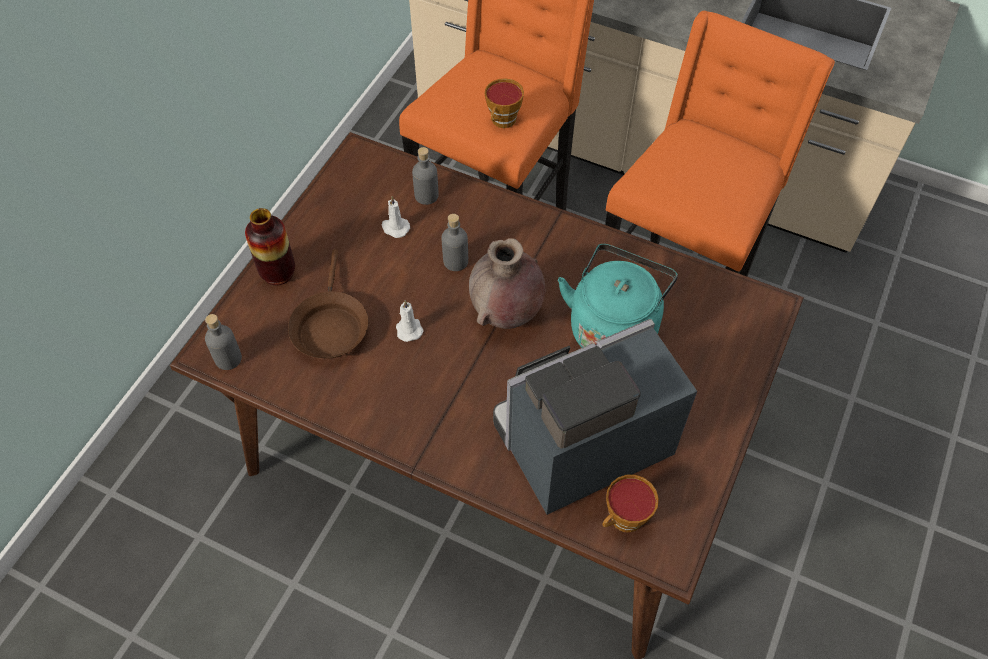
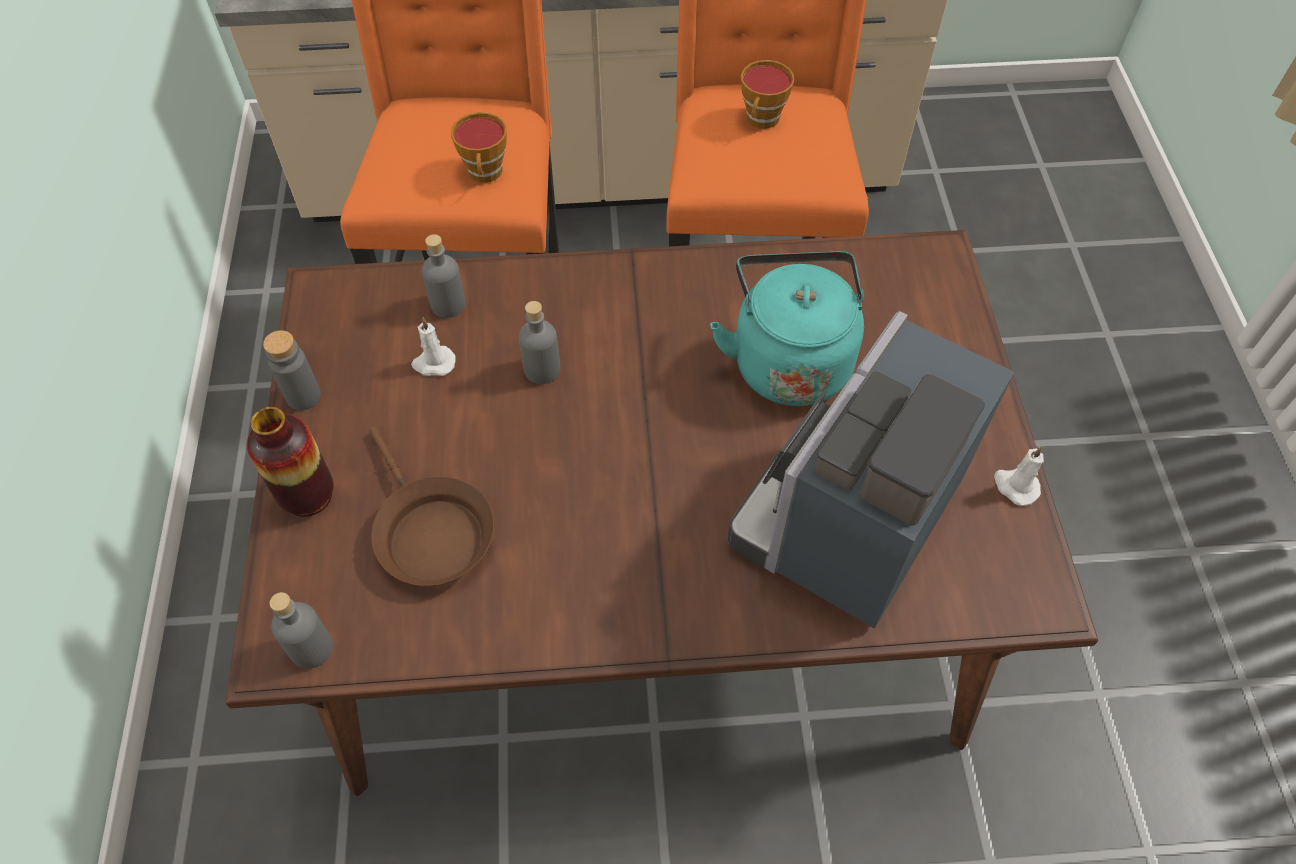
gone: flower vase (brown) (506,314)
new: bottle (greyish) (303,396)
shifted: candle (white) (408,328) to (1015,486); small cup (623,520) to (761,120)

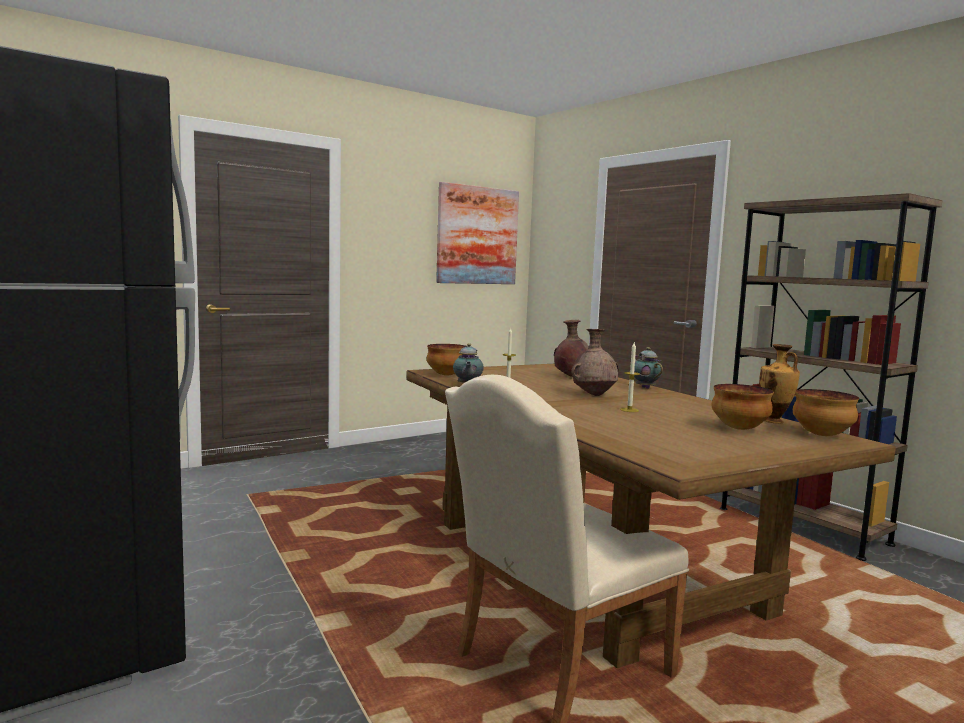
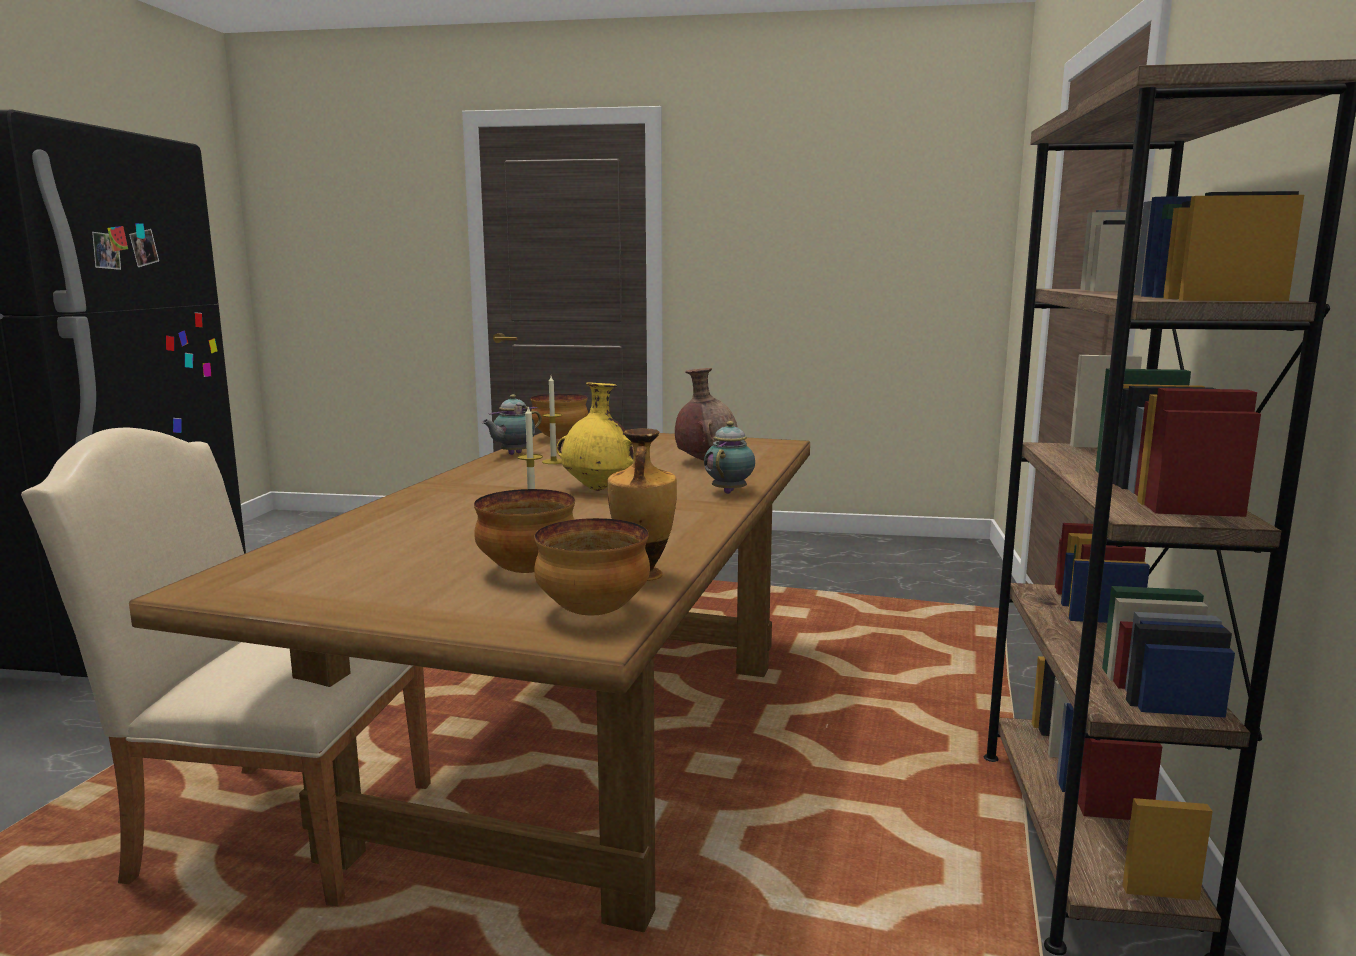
gone: picture (477,235)
repainted: flower vase (brown) (594,395) to flower vase (yellowish) (599,489)

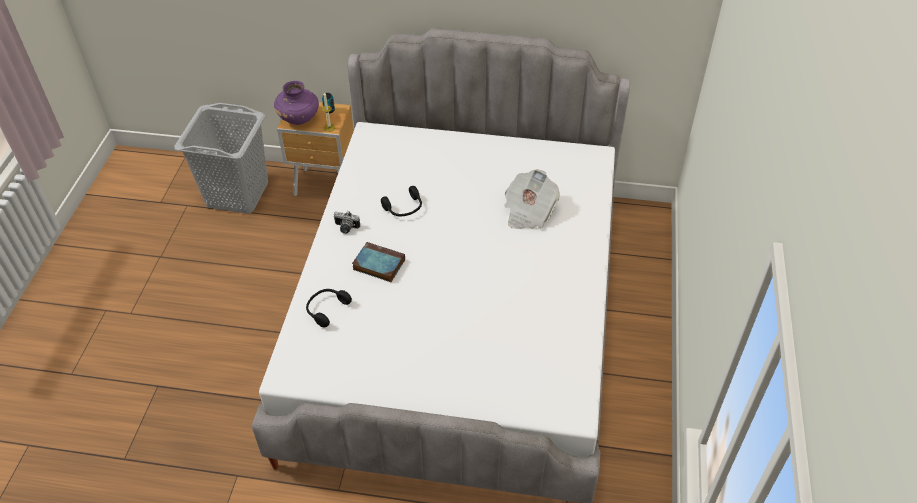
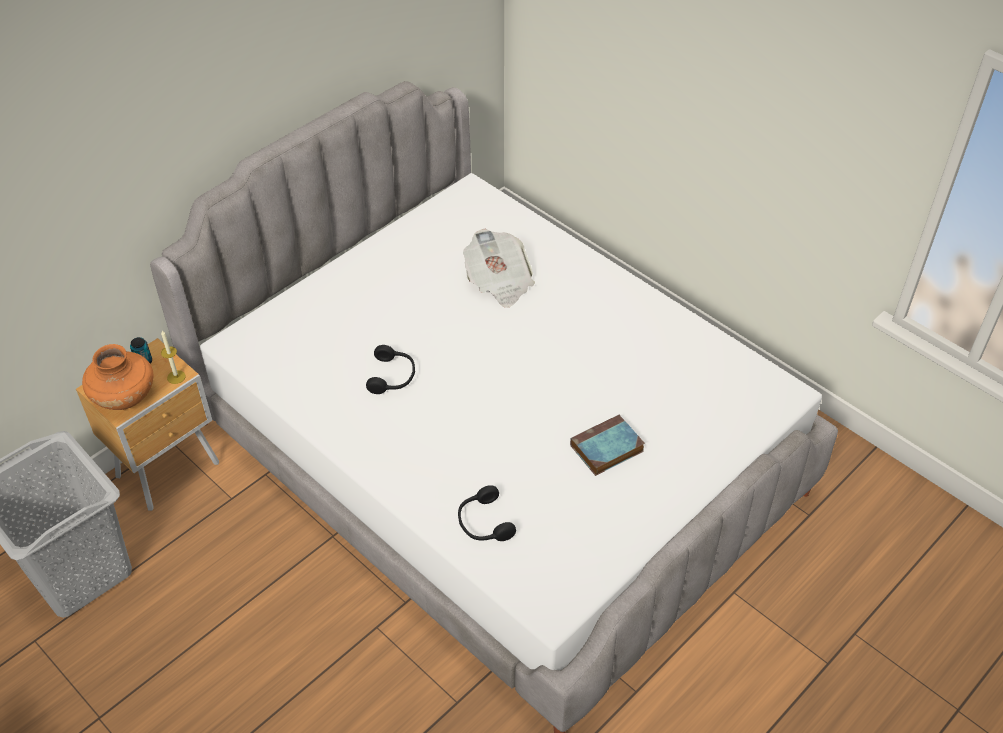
gone: still camera (346,228)
shifted: book (377,264) to (606,449)
repainted: flower vase (purple-coloured) (299,118) to flower vase (orange) (124,397)

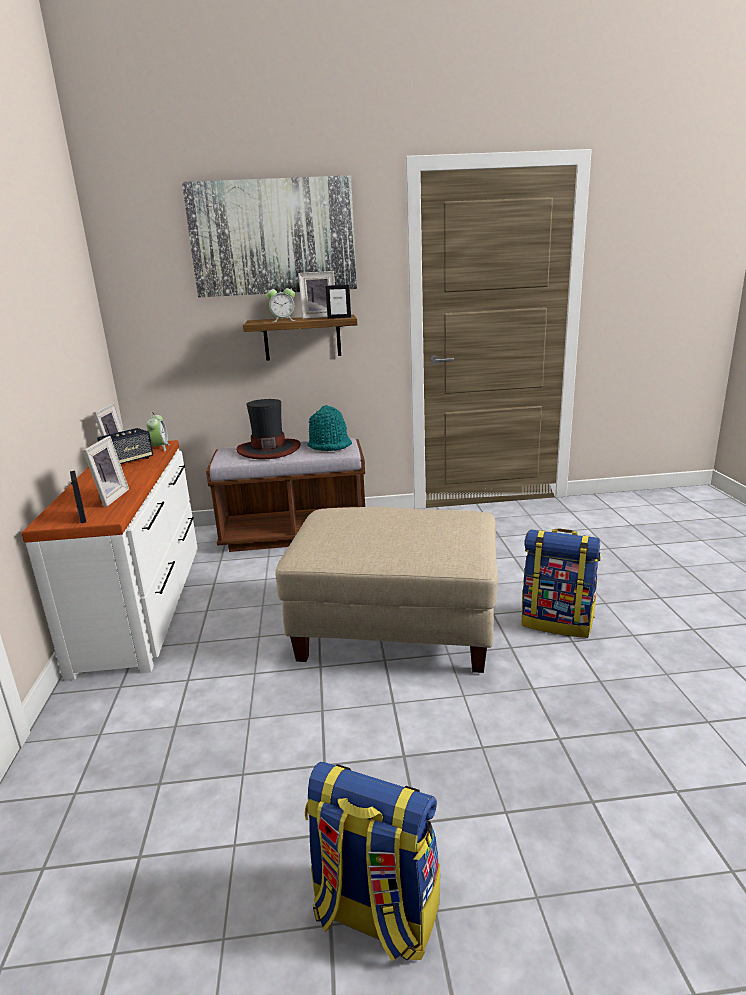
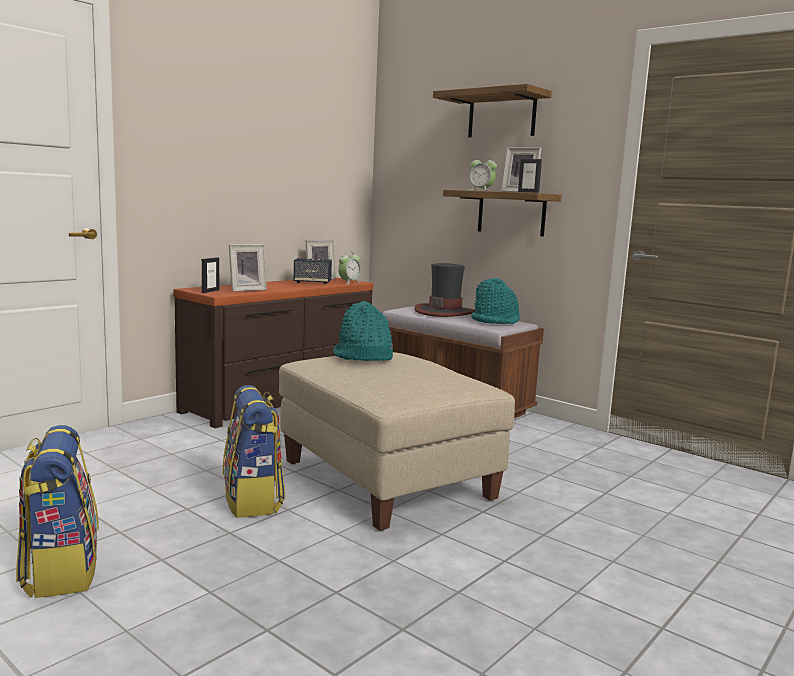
new: clothing hat (turquoise) (362,356)
shifted: knapsack (557,622) to (253,500)
swapped: picture (273,237) to bracket shelf (501,115)
repainted: drawer chest (white) (144,604) to drawer chest (brown) (281,400)

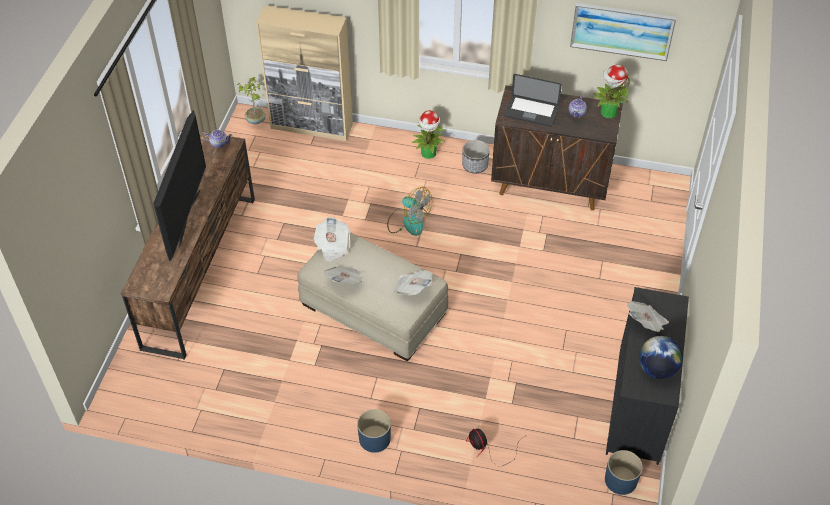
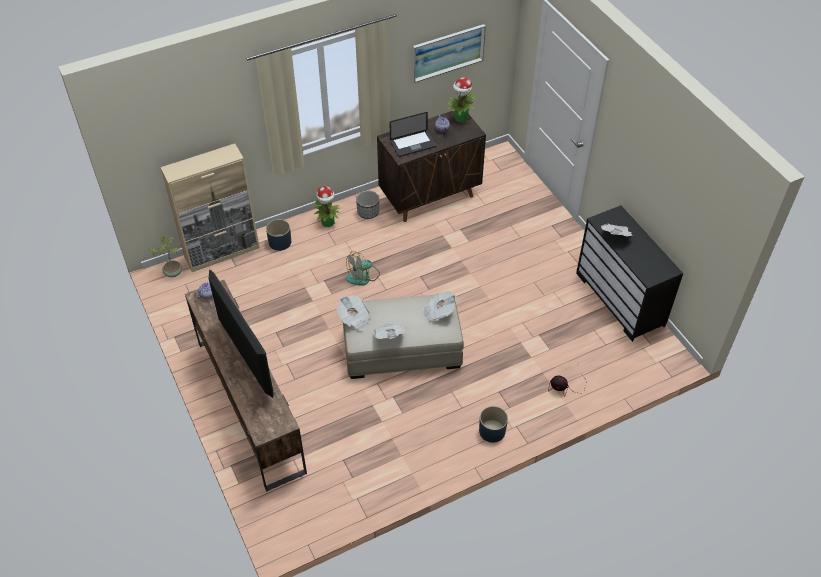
gone: globe (657,369)
shifted: planter (blue) (620,480) to (280,242)
rotated: electric fan (408,221) = (363,276) 150 degrees clockwise

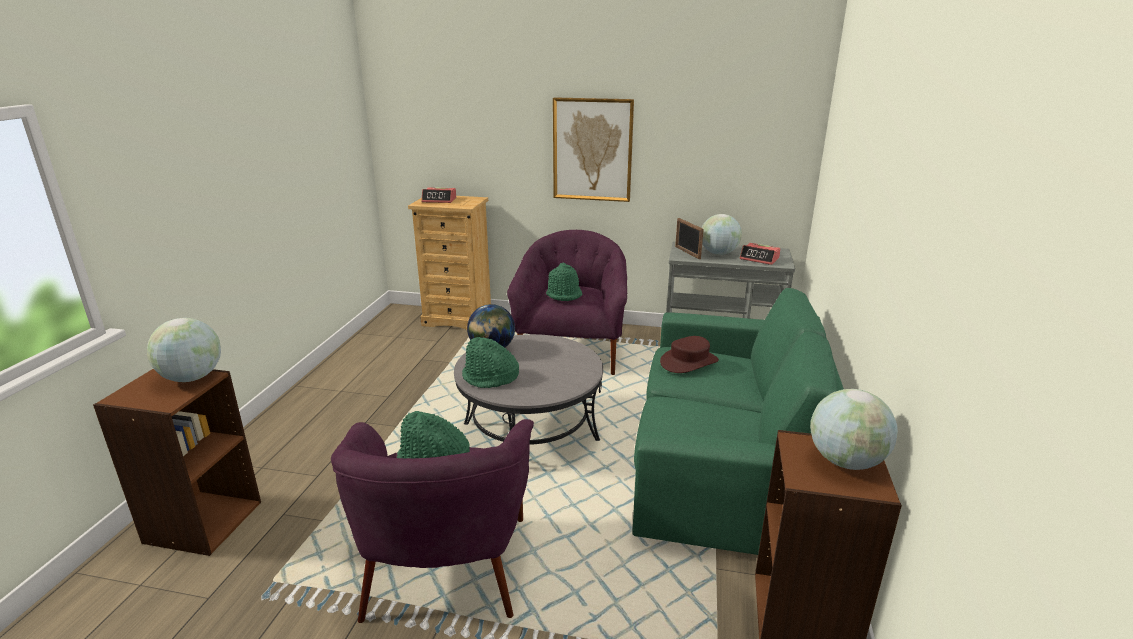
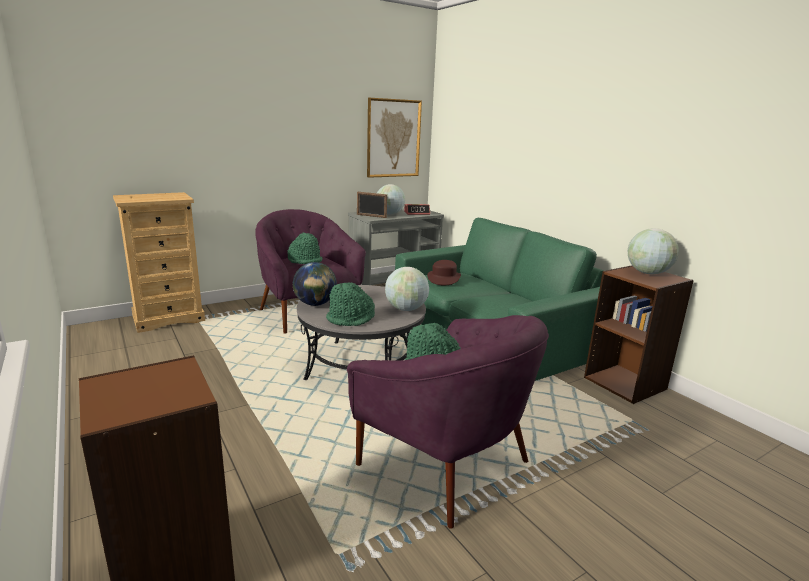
gone: bedside clock (439,200)
shifted: picture (592,150) to (393,138); globe (192,378) to (406,309)

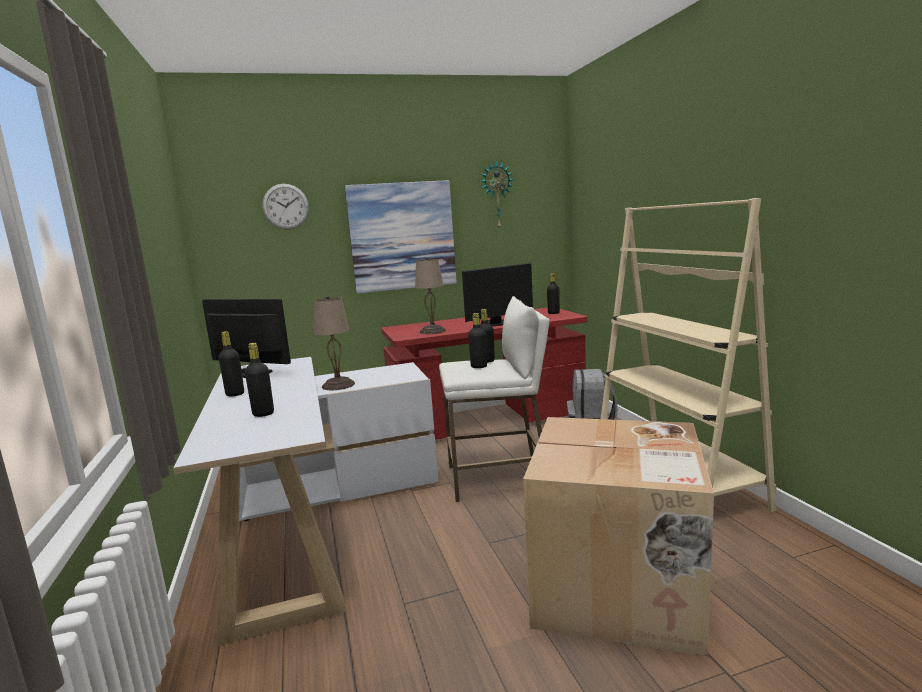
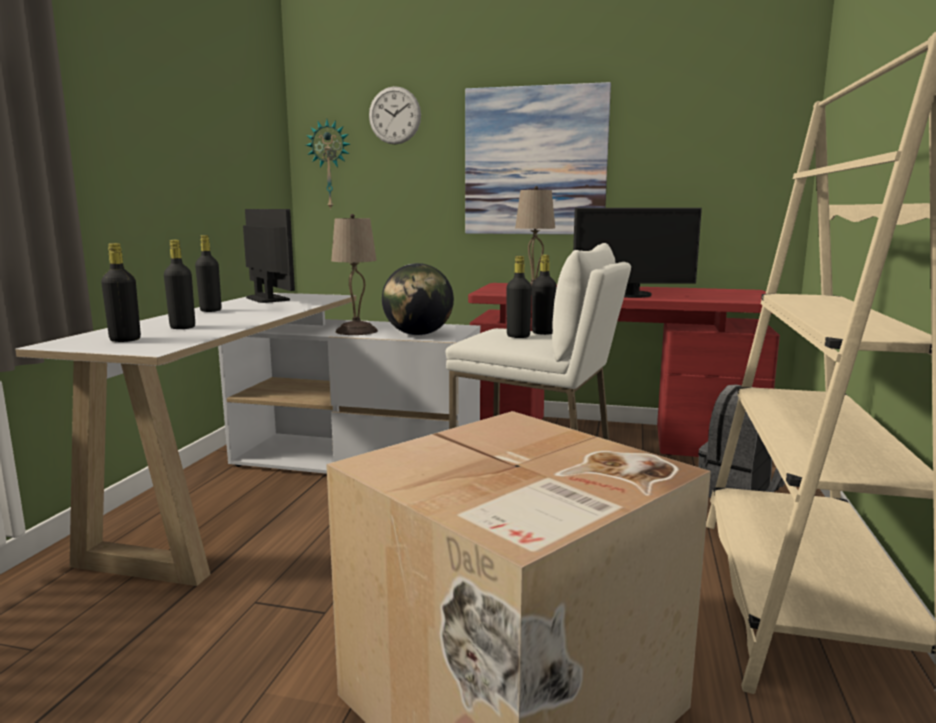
new: globe (418,334)
shifted: clock on the wall (496,196) to (330,165); bottle (black-coloured) (553,313) to (125,340)

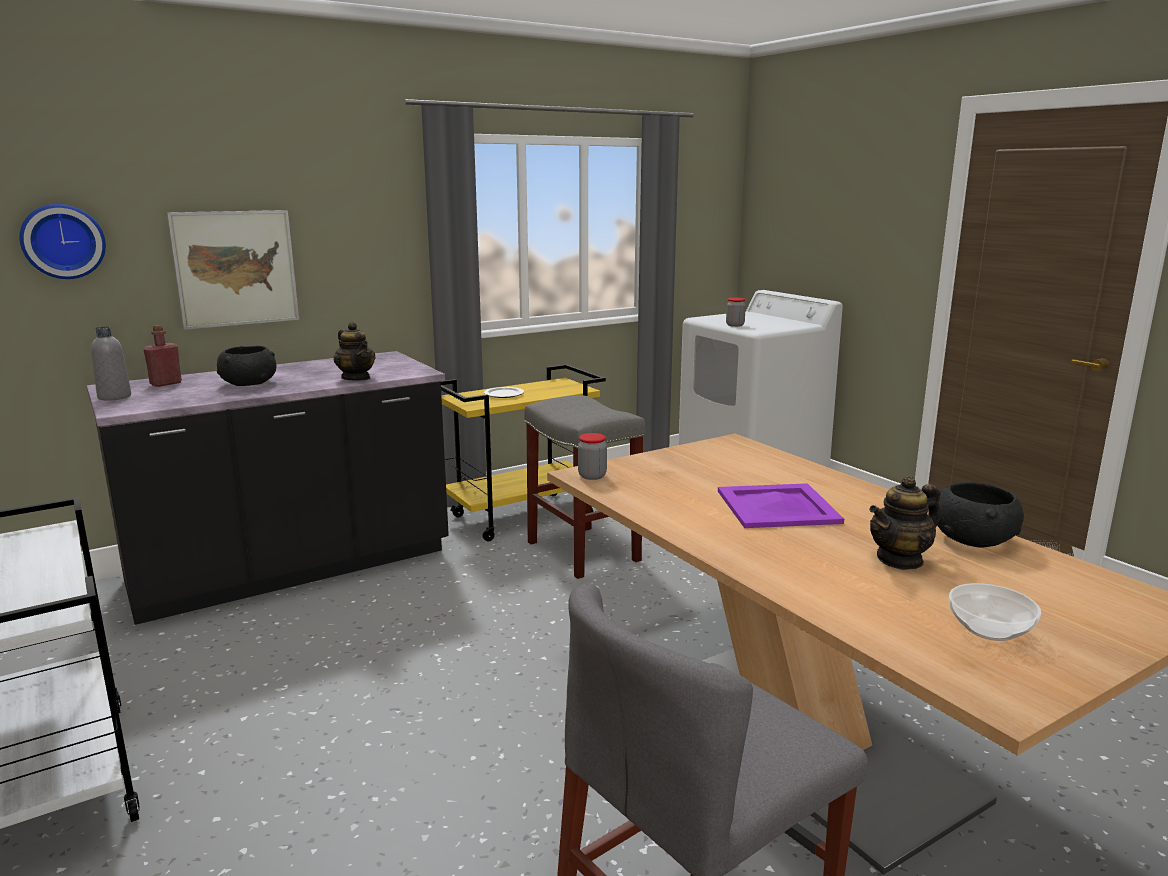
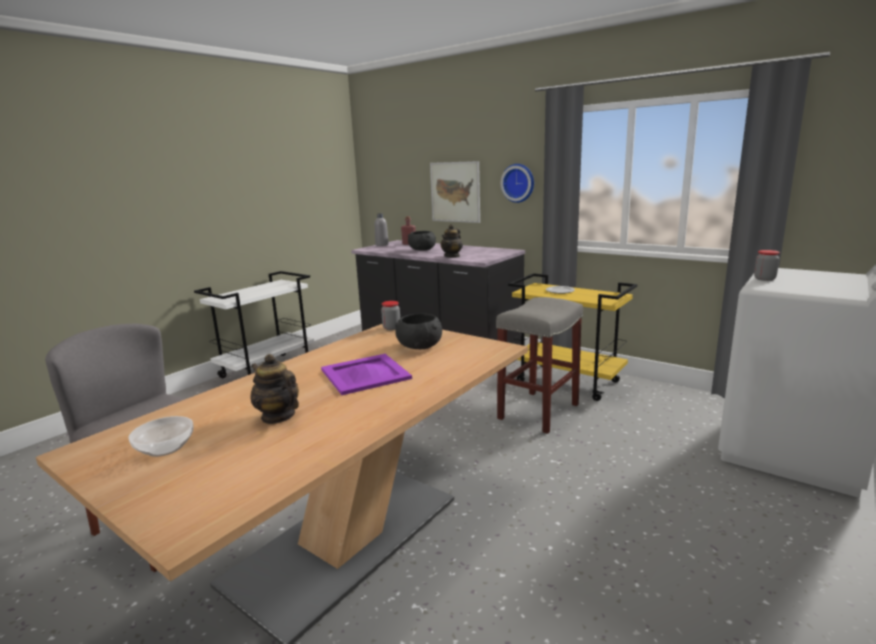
shifted: clock on the wall (63,241) to (518,183); deep dish (black-coloured) (973,539) to (419,346)

